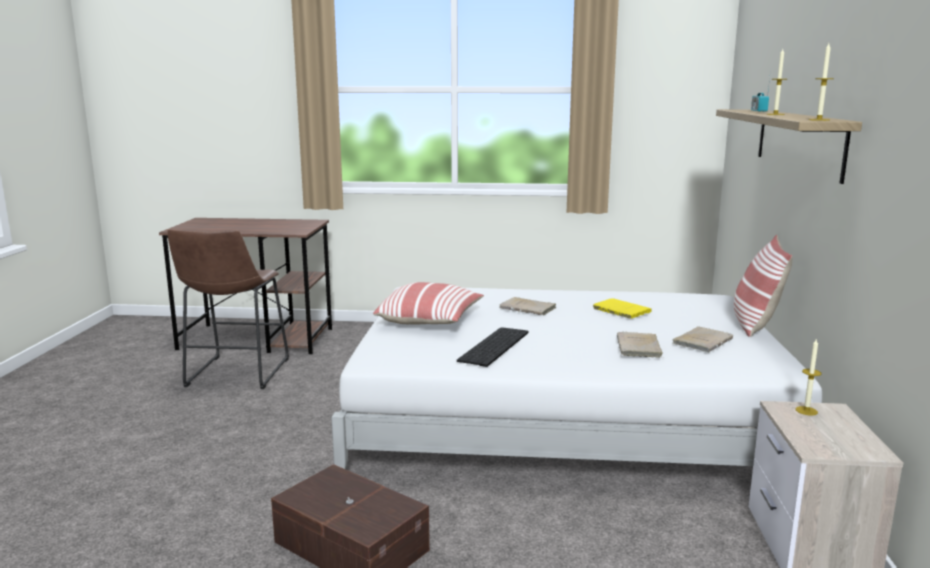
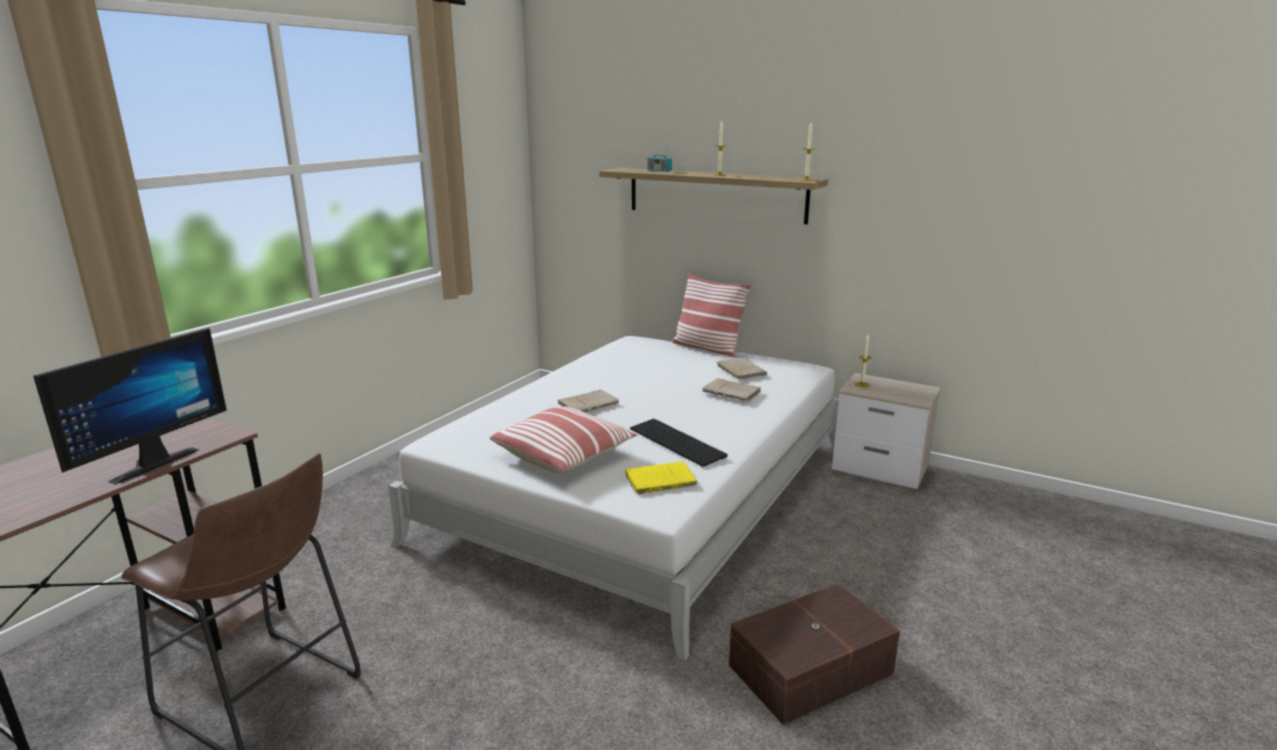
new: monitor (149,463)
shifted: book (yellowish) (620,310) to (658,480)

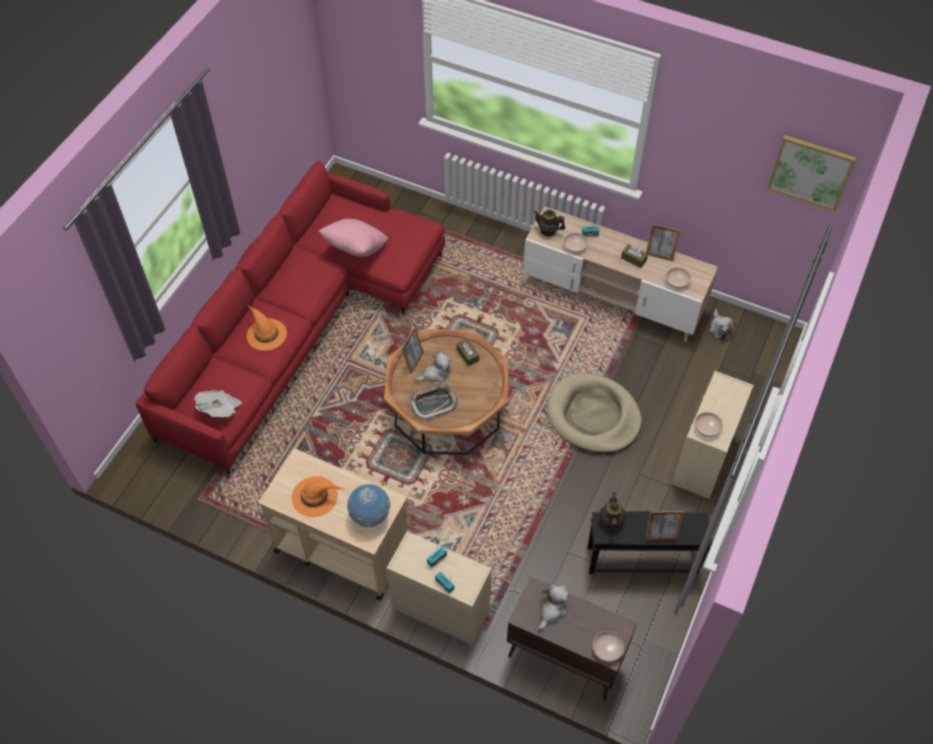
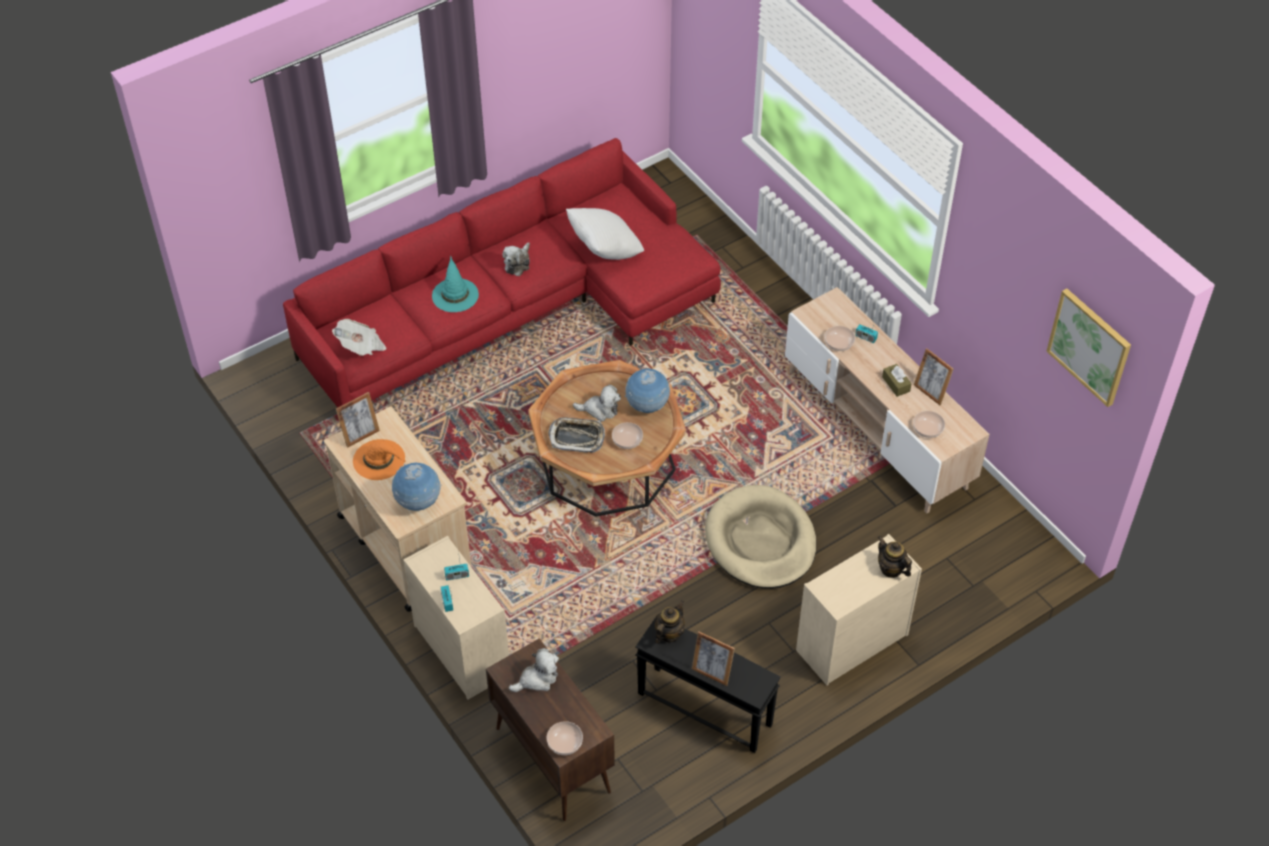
shifted: tea pot (548,231) to (891,569); soft toy (719,328) to (518,263); standing frame (413,361) to (360,435); deep dish (707,428) to (627,440)
swapped: tissue holder (brown) (467,355) to globe (647,406)
repainted: pillow (pinkish) (355,249) to pillow (white) (605,249); clothing hat (orange) (266,334) to clothing hat (turquoise) (455,294)

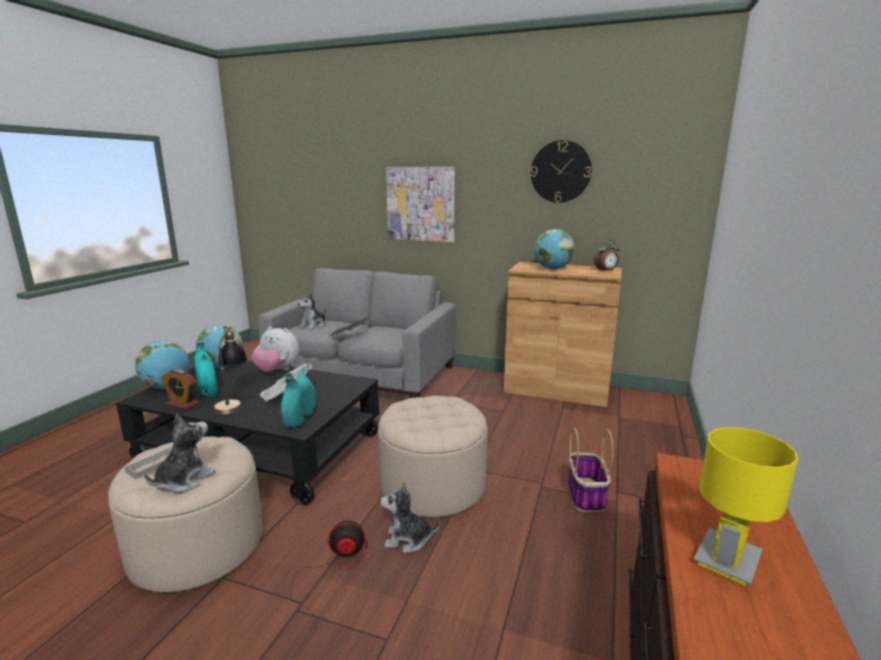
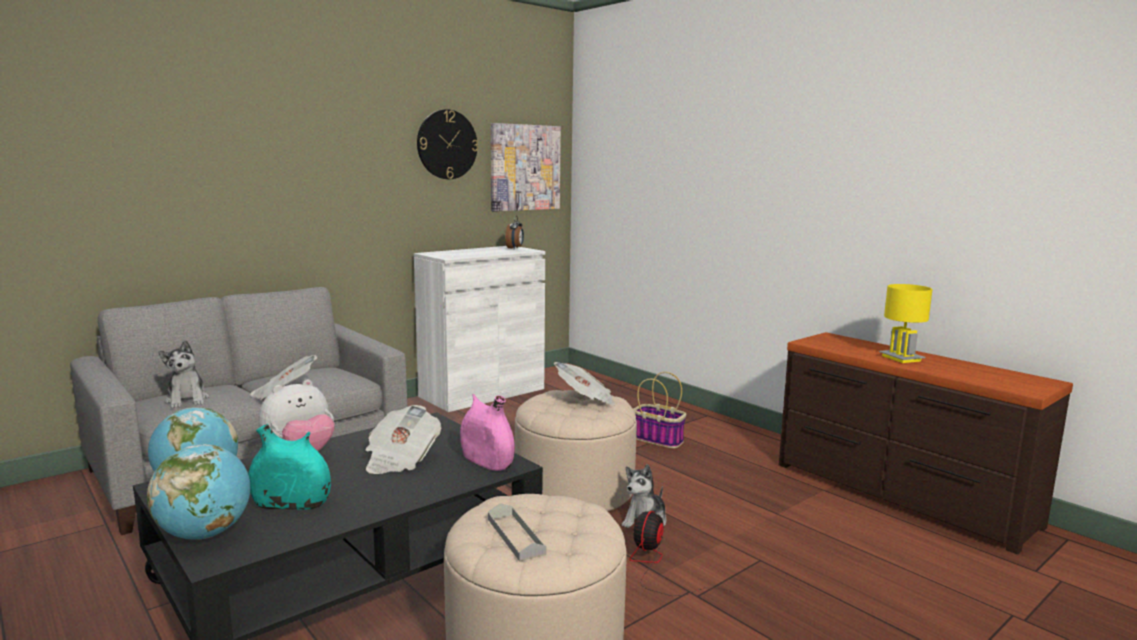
gone: globe (552,269); table lamp (233,403); bedside clock (183,404); soft toy (184,480)
new: daily paper (585,400)
shifted: picture (421,204) to (525,167)
repainted: cabinet (brown) (556,389) to cabinet (white) (482,392); flower vase (turquoise) (300,419) to flower vase (pinkish) (487,462)

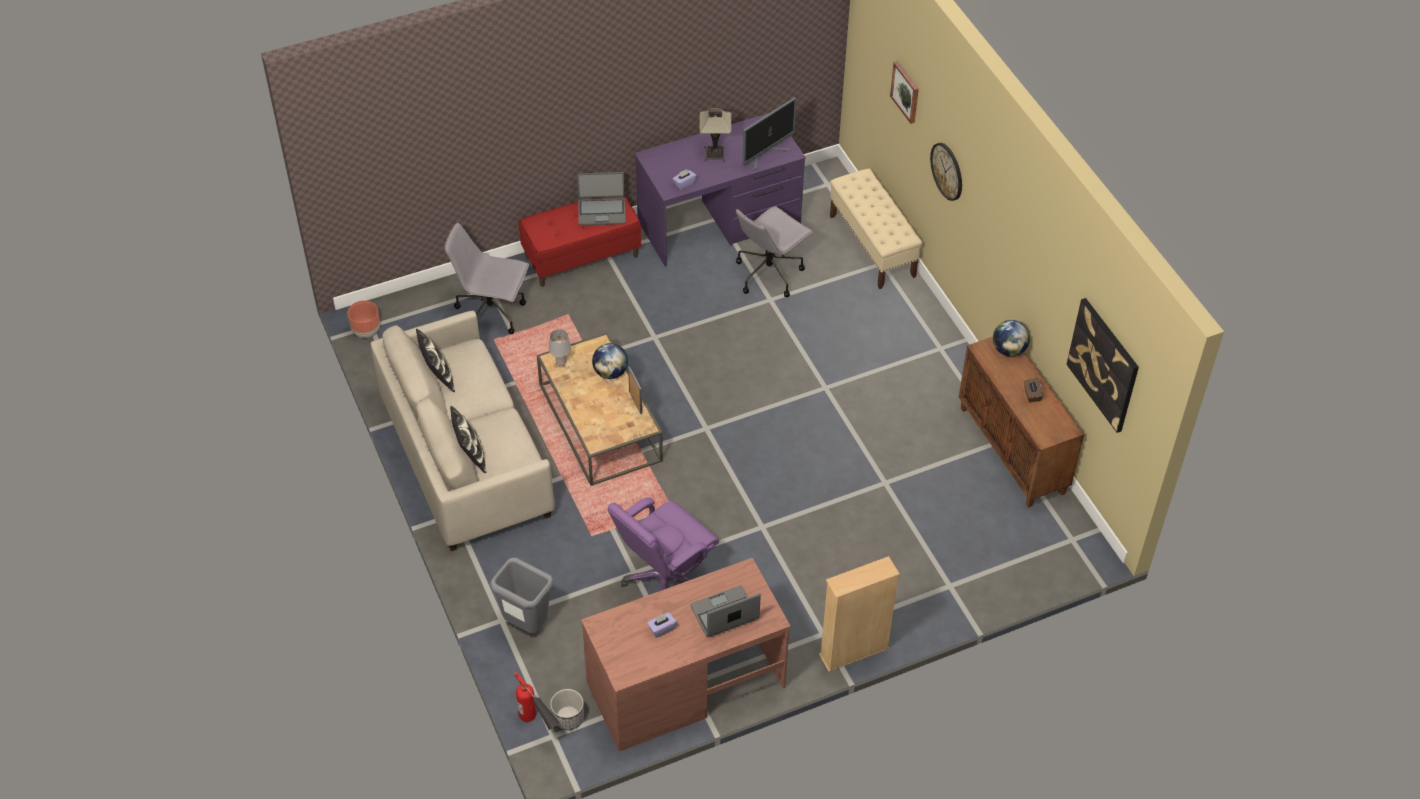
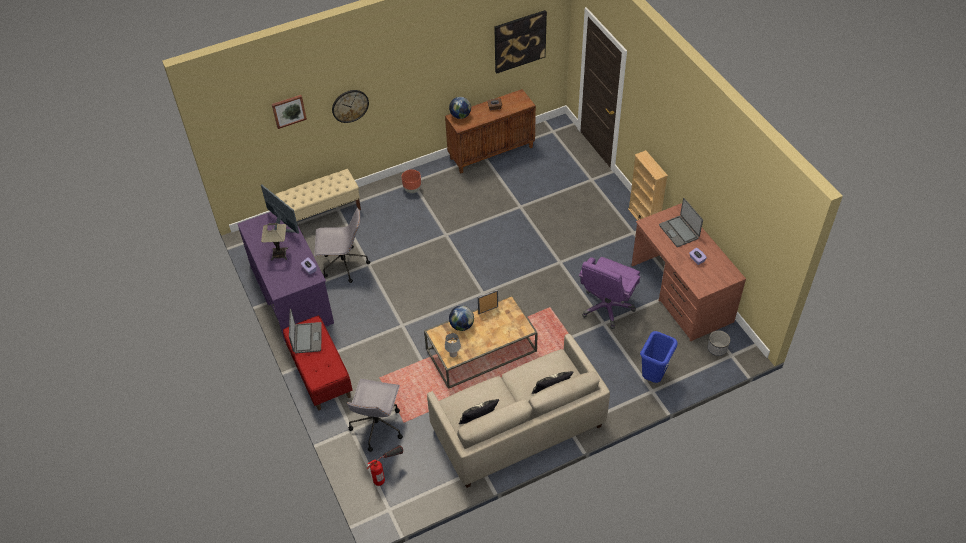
shifted: planter (brown) (366,331) to (412,189); fire-fighting cylinder (538,725) to (387,473)
repainted: waste bin (greyish) (526,625) to waste bin (blue) (653,377)
rotated: office chair (greyish) (769,273) = (343,265) 45 degrees counterclockwise; office chair (purple-coloured) (665,580) = (607,307) 75 degrees clockwise

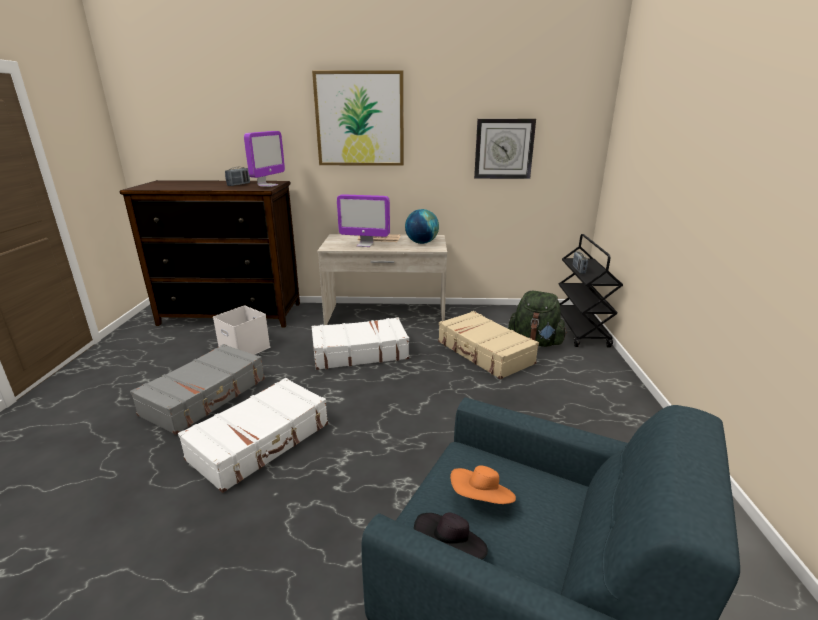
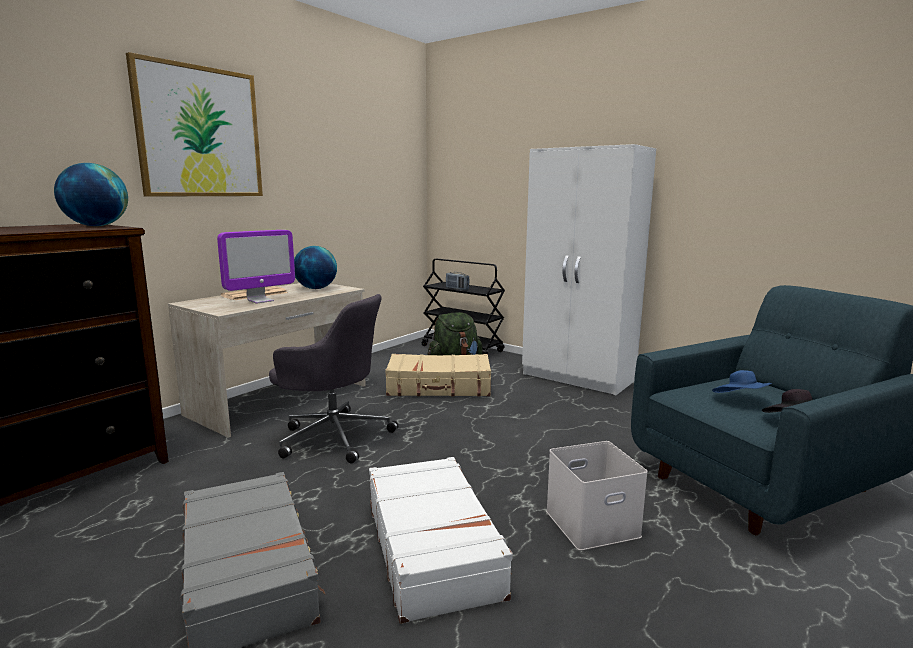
gone: clock on the wall (504,149); radio set (239,184)
new: clothes cupboard (white) (578,377)
shifted: storage box (white) (243,348) to (591,524)
swapped: monitor (268,185) to globe (96,226); piece of luggage (white) (359,352) to office chair (greyish) (333,436)
repainted: clothing hat (orange) (482,500) to clothing hat (blue) (740,400)

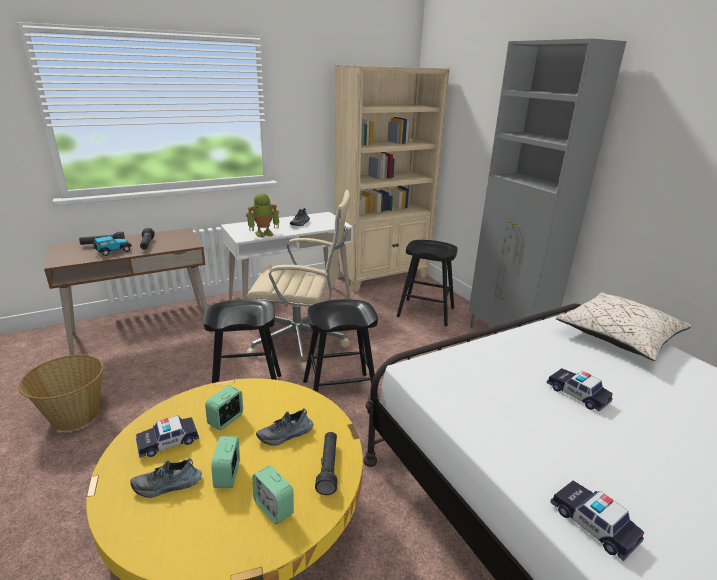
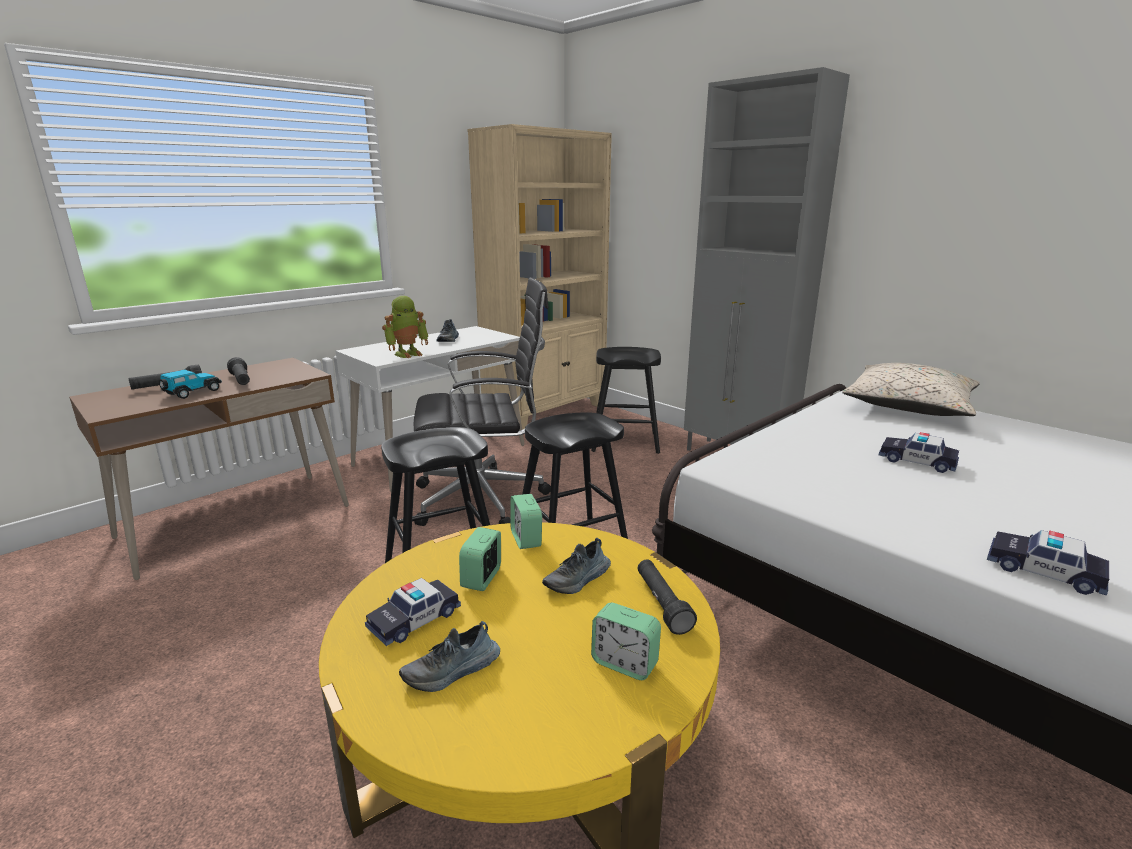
gone: basket (74,416)
shifted: bedside clock (228,475) to (526,539)
repainted: office chair (beige) (301,343) to office chair (black-coloured) (484,499)

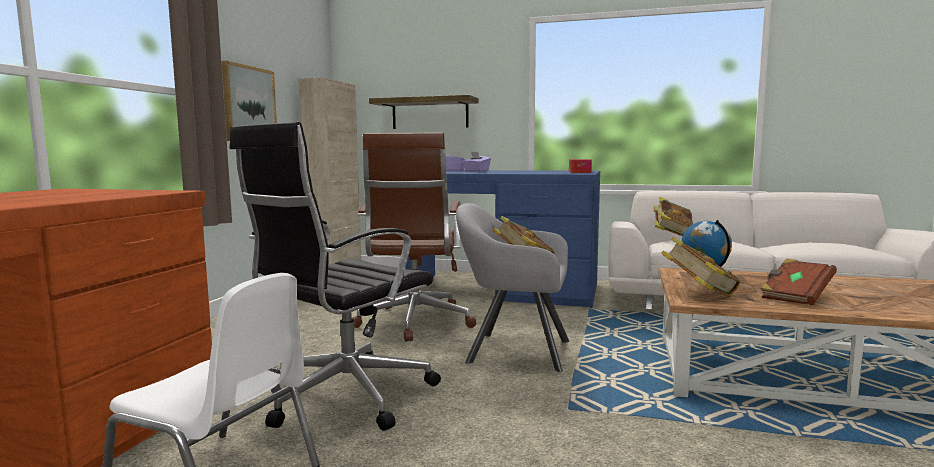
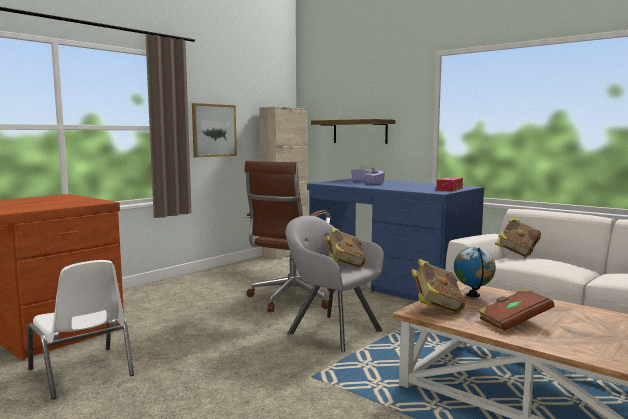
gone: office chair (black-coloured) (343,396)

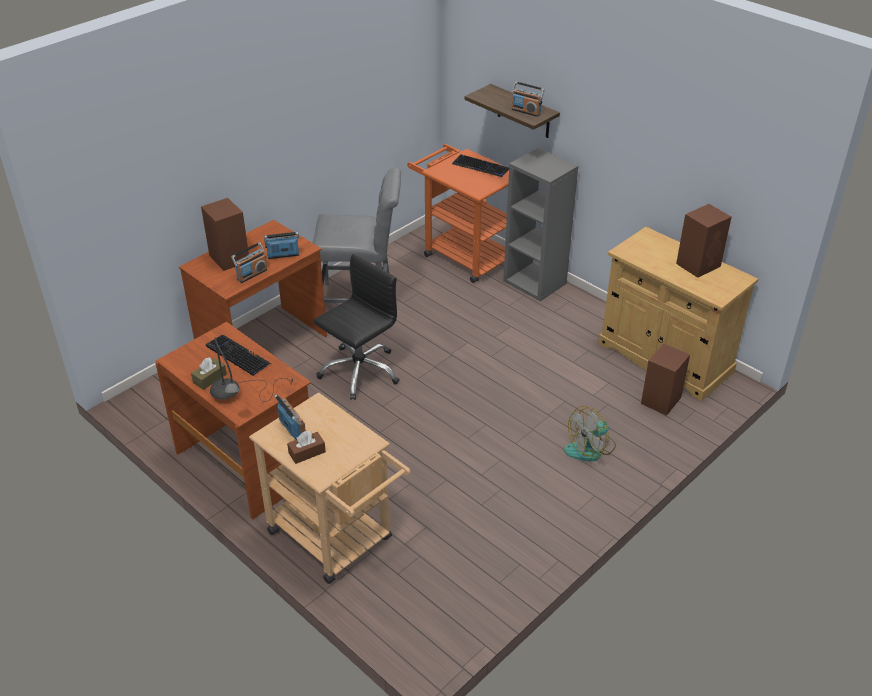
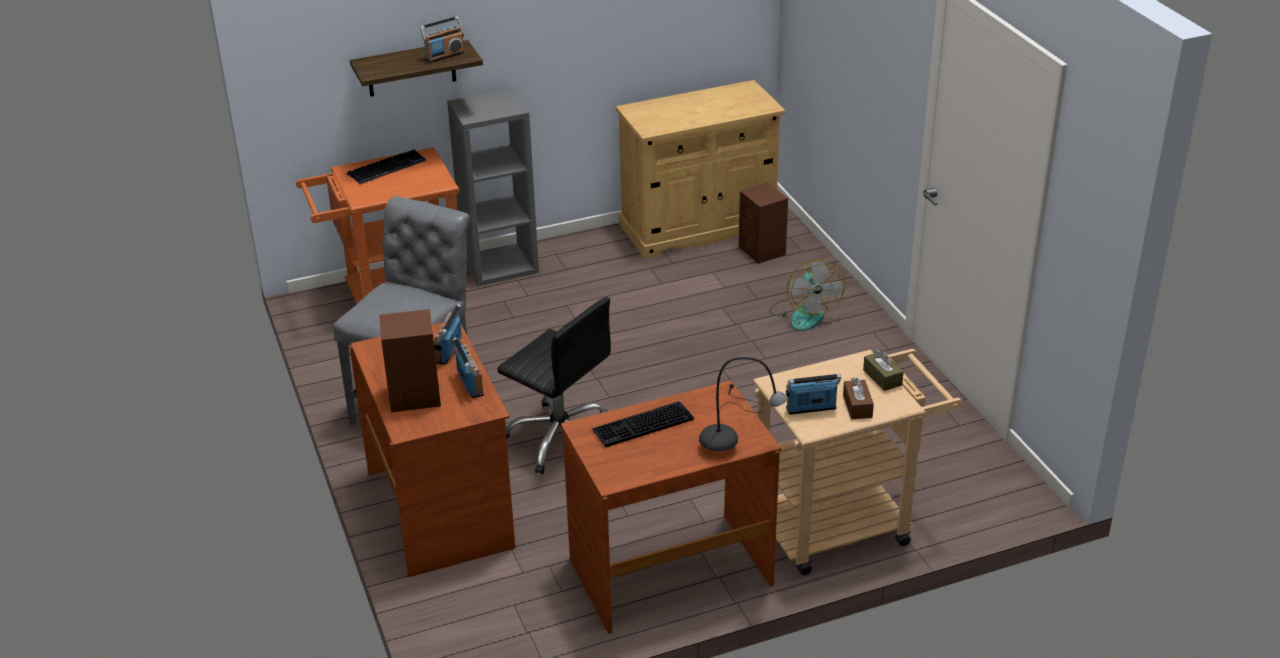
gone: audio speaker (brown) (699,264)
shifted: tissue holder (brown) (209,378) to (882,377)
rotated: office chair (black-coloured) (359,371) = (561,438) 150 degrees clockwise

